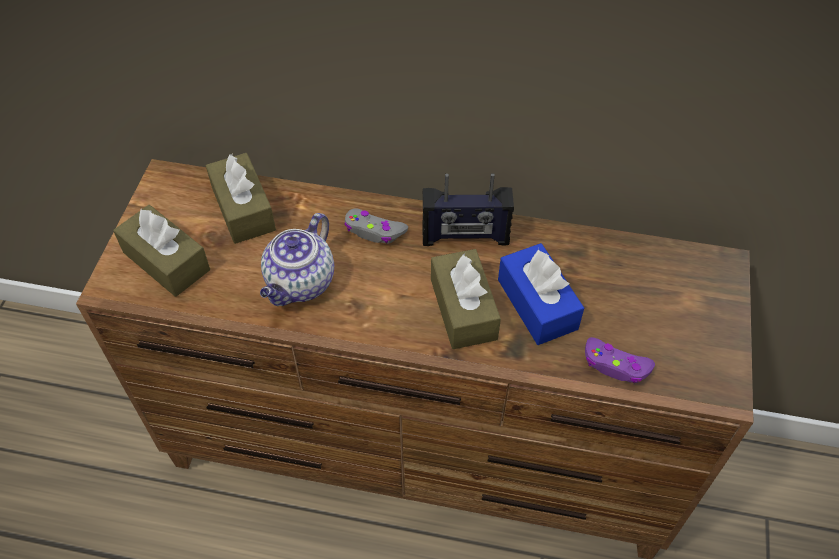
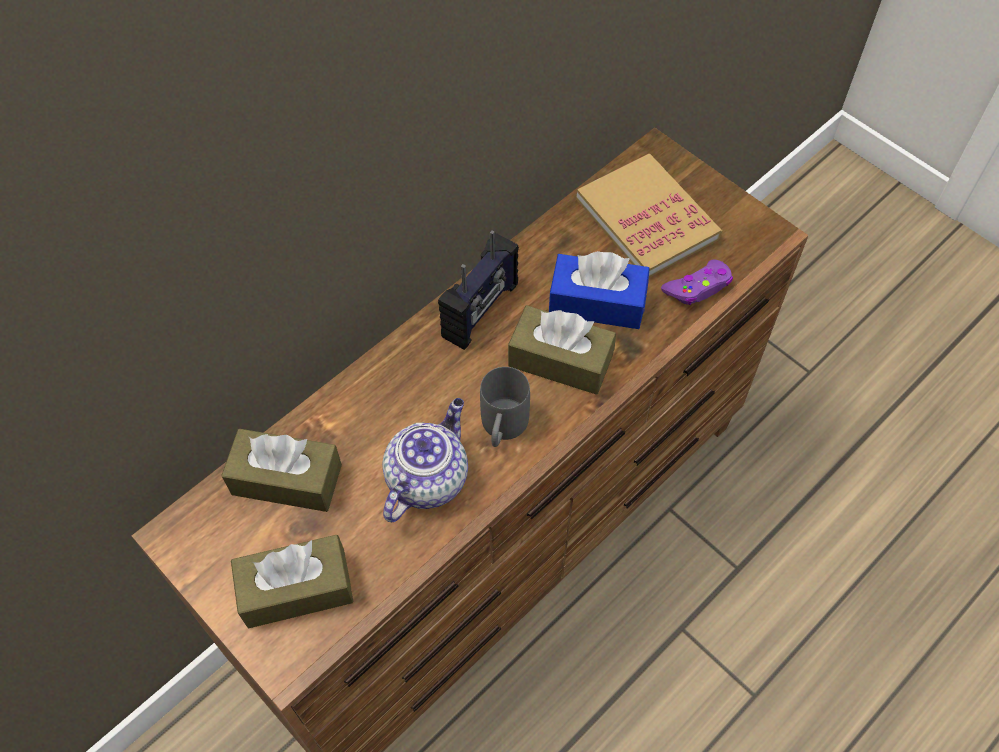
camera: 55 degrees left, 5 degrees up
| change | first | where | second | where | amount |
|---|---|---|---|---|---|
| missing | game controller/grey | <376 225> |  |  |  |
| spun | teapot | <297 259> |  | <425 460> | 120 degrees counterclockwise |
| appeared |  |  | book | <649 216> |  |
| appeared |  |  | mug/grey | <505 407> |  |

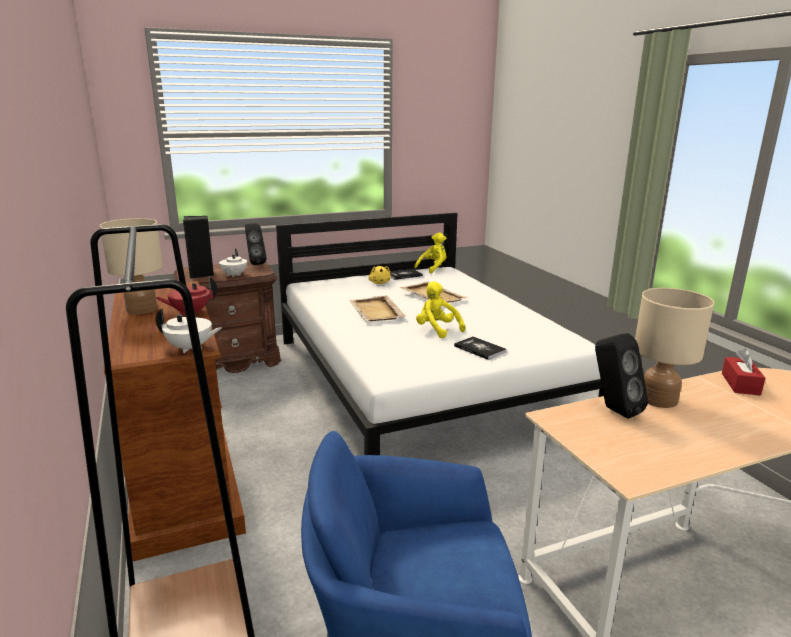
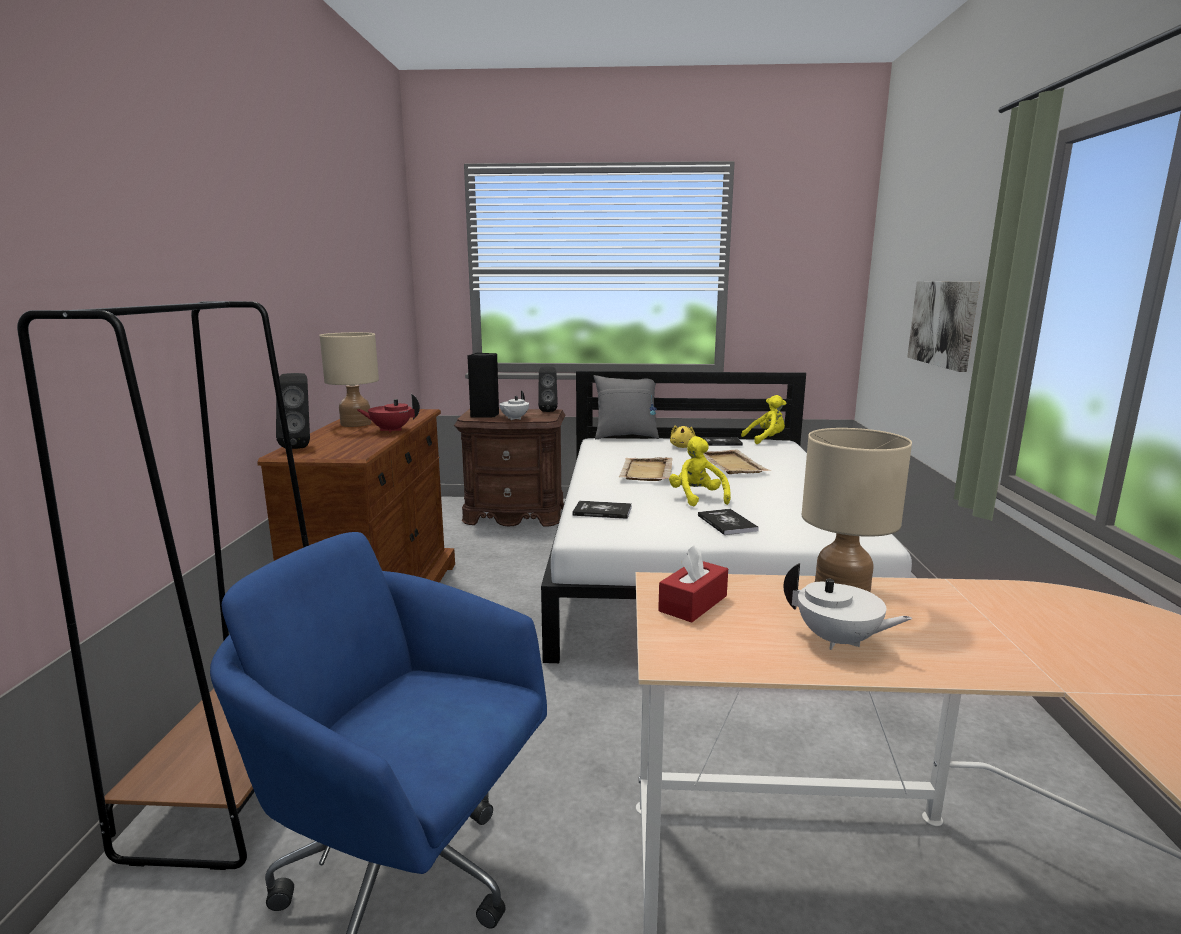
camera: 25 degrees right, 5 degrees down
| change | first | where | second | where | amount |
|---|---|---|---|---|---|
| relocated | teapot/white | <189 330> |  | <848 606> |  |
| relocated | speaker/black | <621 376> |  | <293 411> |  |
| relocated | tissue box/red | <743 372> |  | <693 584> |  |
| appeared |  |  | picture | <943 326> |  |
| appeared |  |  | pillow/grey | <626 407> |  |
| appeared |  |  | book | <602 510> |  |

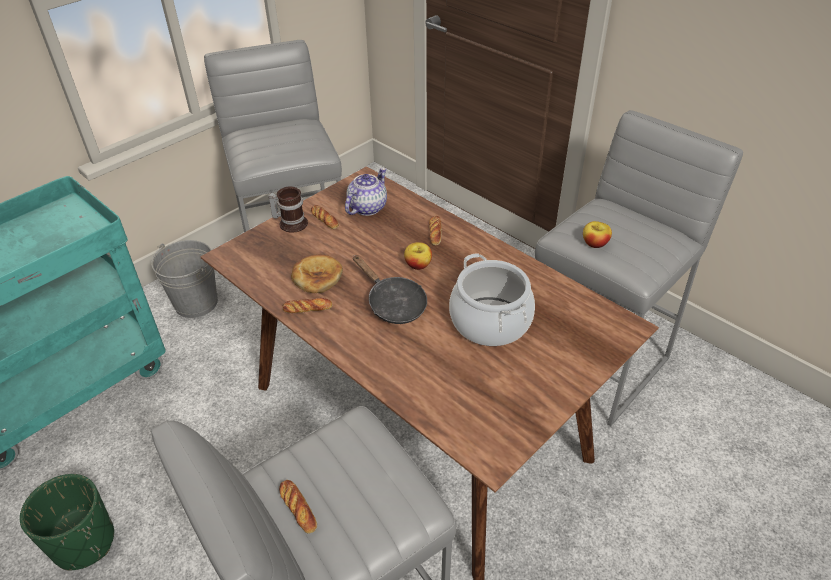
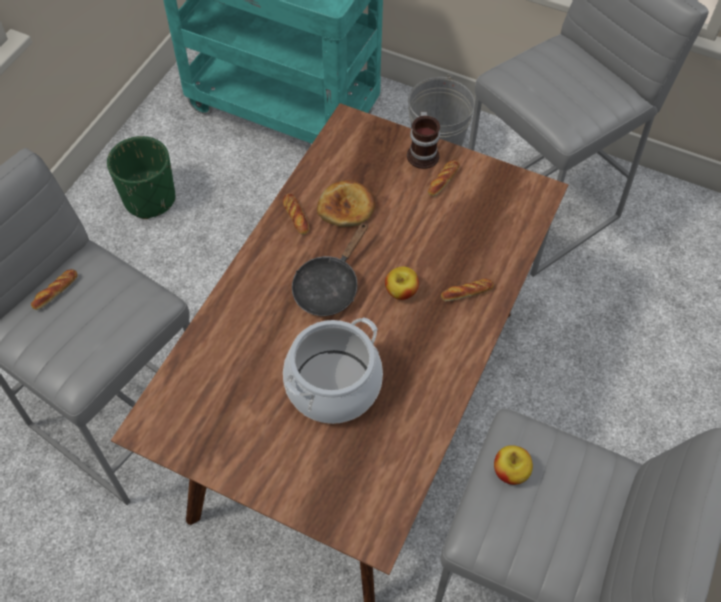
camera: 70 degrees right, 15 degrees up
| change | first | where | second | where | amount |
|---|---|---|---|---|---|
| missing | teapot | <366 192> |  |  |  |

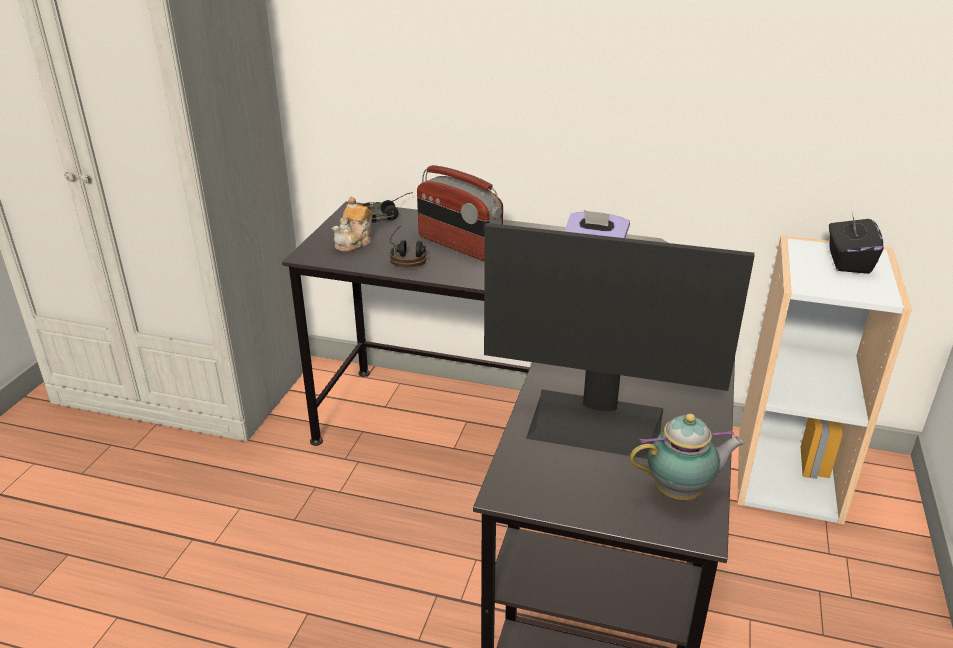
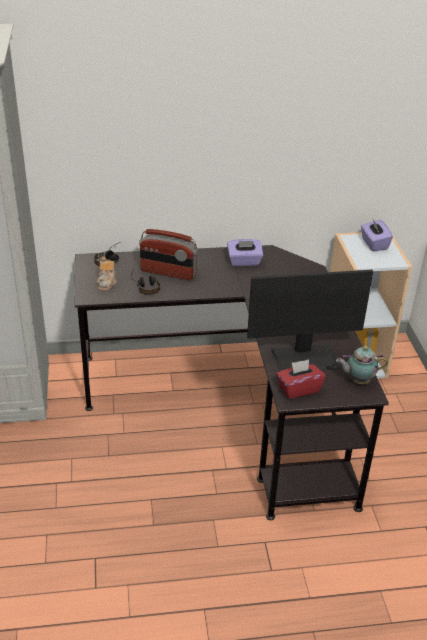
camera: 25 degrees left, 5 degrees up
| change | first | where | second | where | amount |
|---|---|---|---|---|---|
| colour | tissue box/black | <856 243> | tissue box/purple | <377 235> |  |
| spun | teapot | <687 457> |  | <362 365> | 150 degrees counterclockwise |
| appeared |  |  | tissue box/red | <301 379> |  |

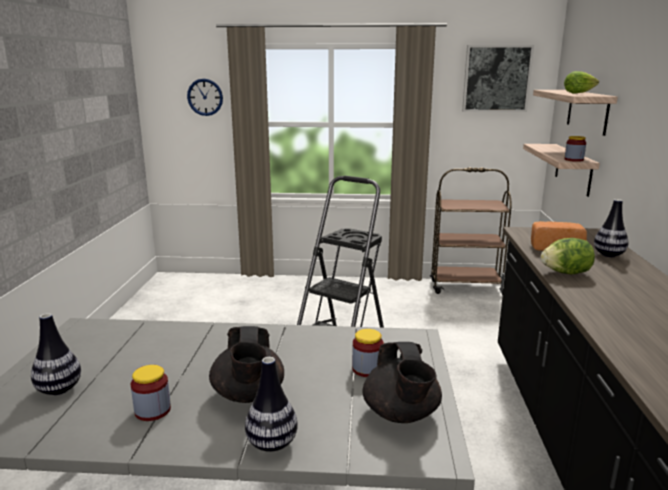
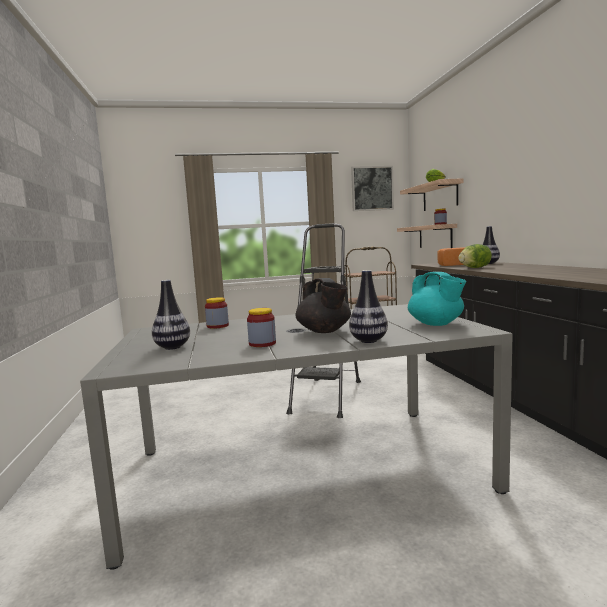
camera: 15 degrees left, 10 degrees down
| change | first | where | second | where | amount |
|---|---|---|---|---|---|
| missing | wall clock | <205 97> |  |  |  |
| relocated | jar | <368 353> |  | <217 313> |  |
| colour | teapot/black | <402 382> | teapot/turquoise | <437 299> |  |

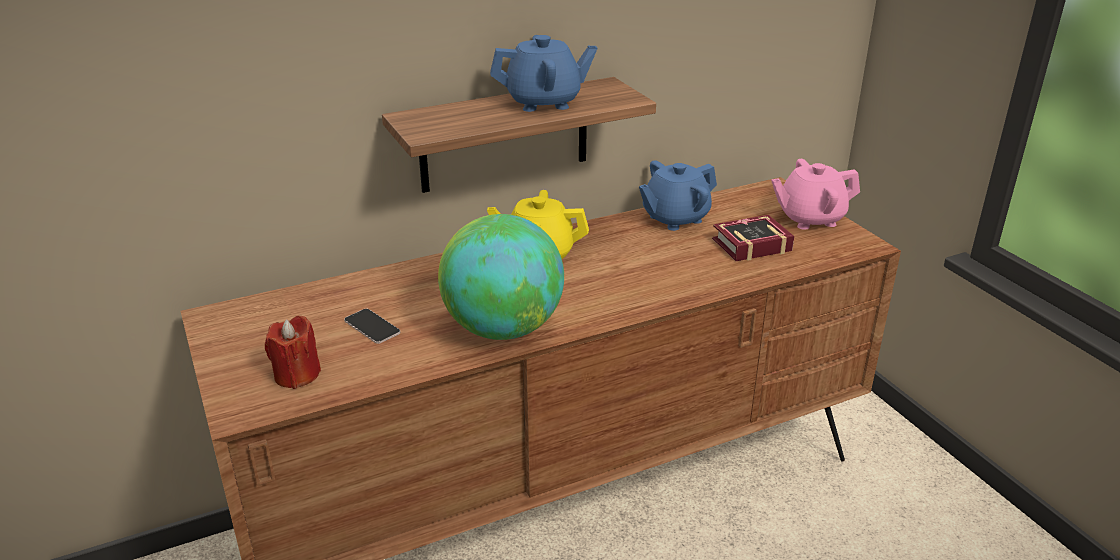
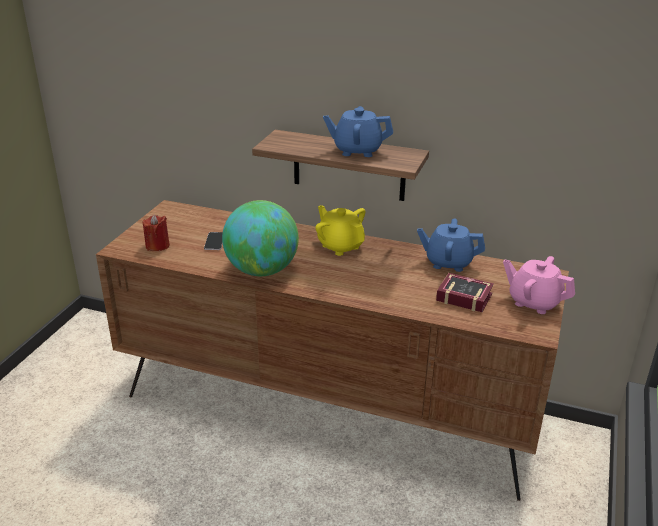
camera: 45 degrees right, 0 degrees up
| change | first | where | second | where | amount |
|---|---|---|---|---|---|
| spun | teapot/blue | <543 73> |  | <358 131> | 150 degrees clockwise |

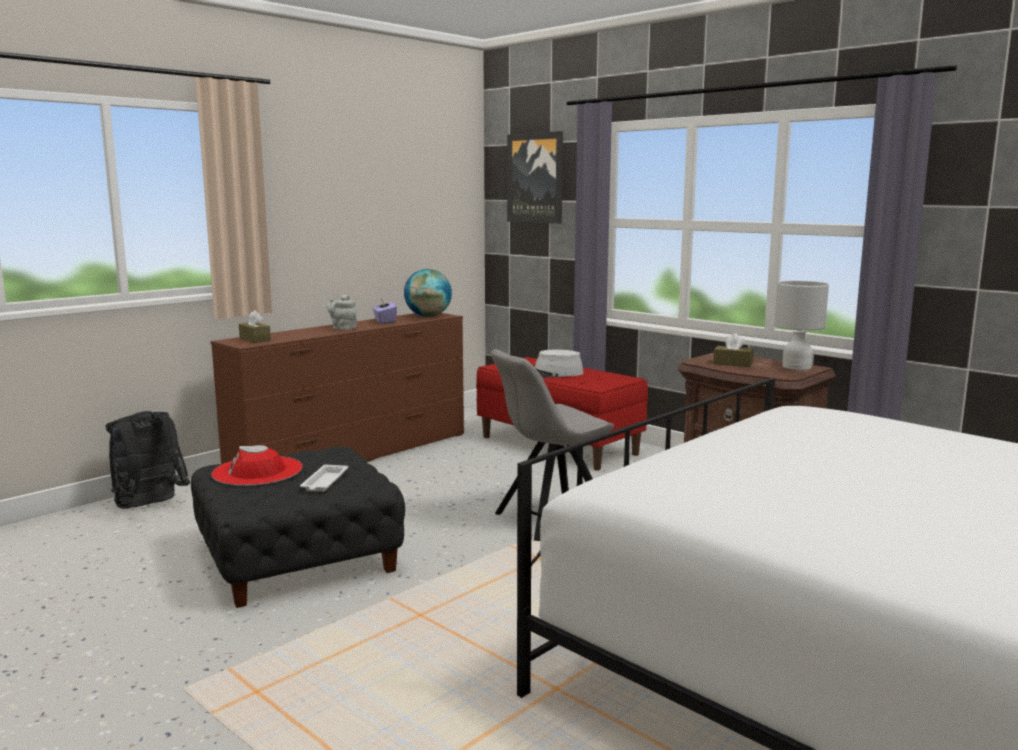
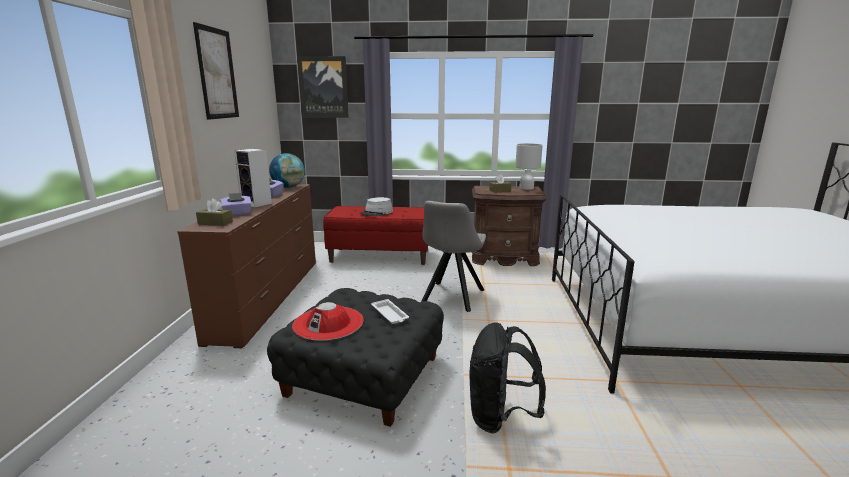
camera: 40 degrees left, 5 degrees up
| change | first | where | second | where | amount |
|---|---|---|---|---|---|
| exchanged | teapot/grey | <341 312> | speaker | <253 178> |  |
| relocated | backpack/black | <148 459> |  | <508 378> |  |
| appeared |  |  | picture | <216 71> |  |
| appeared |  |  | tissue box/purple | <236 204> |  |

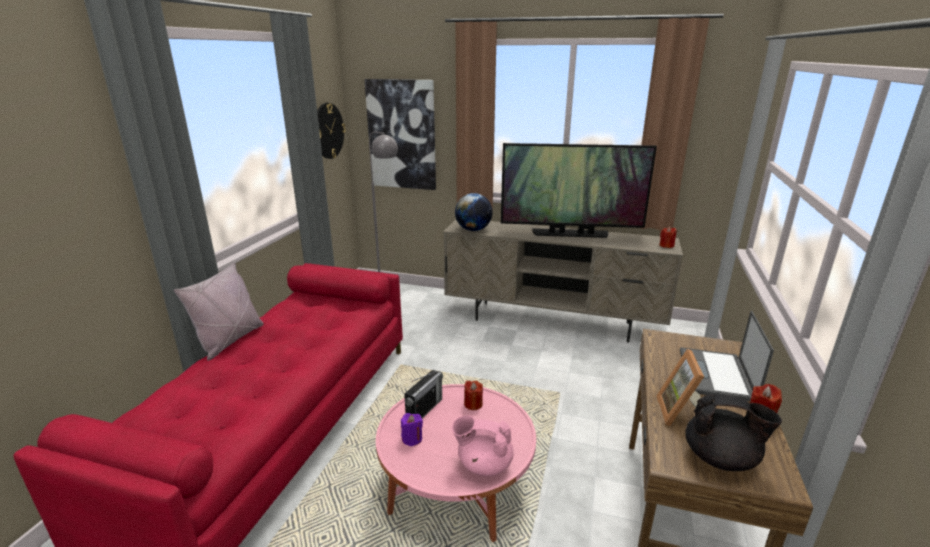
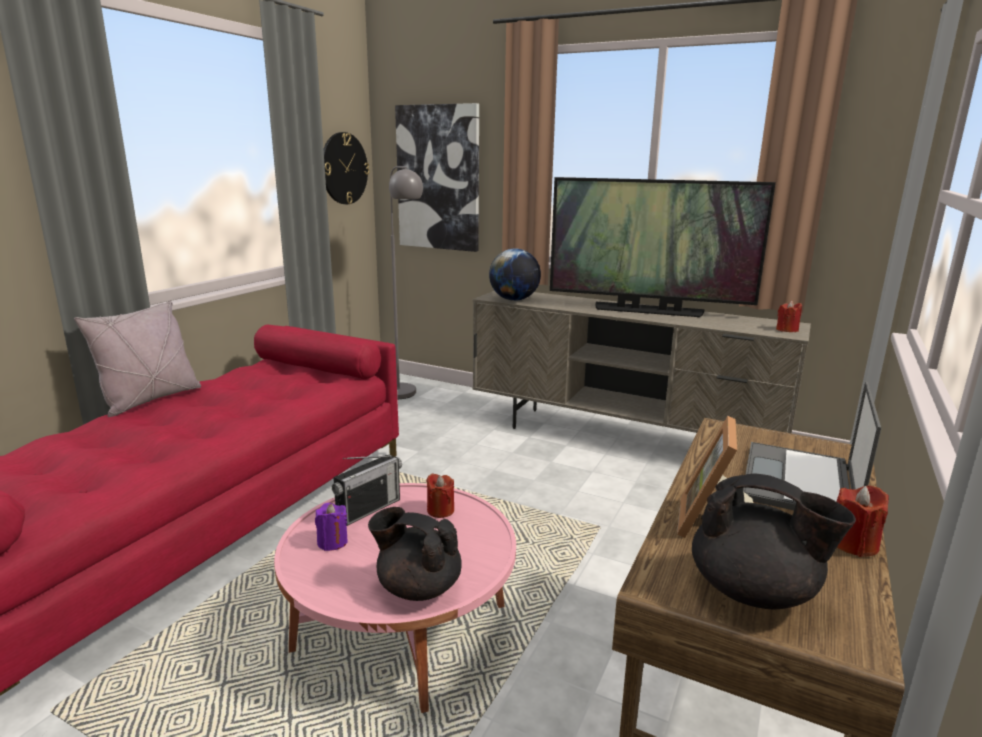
camera: 10 degrees right, 5 degrees down
| change | first | where | second | where | amount |
|---|---|---|---|---|---|
| colour | teapot/pink | <483 446> | teapot/black | <415 554> |  |

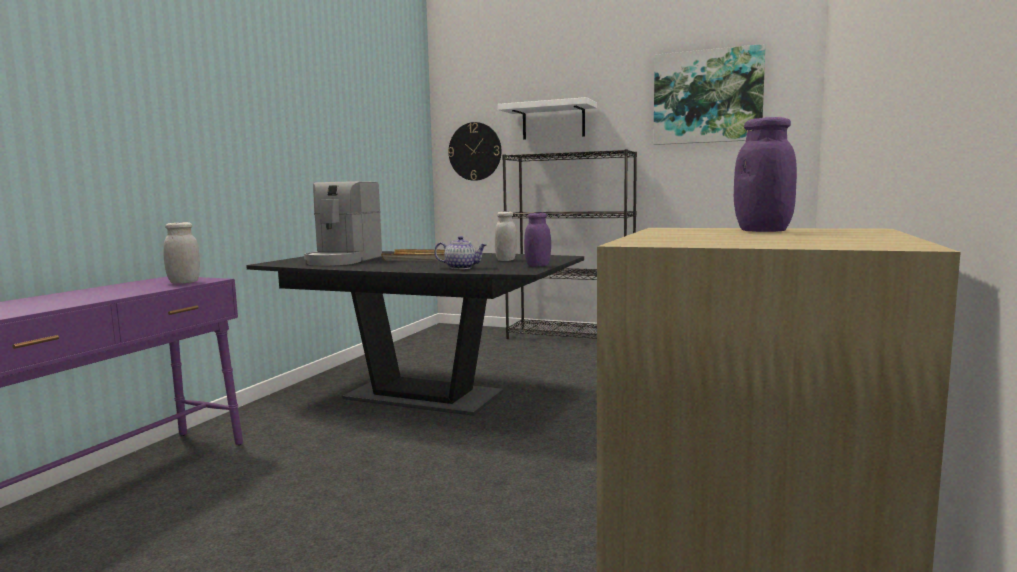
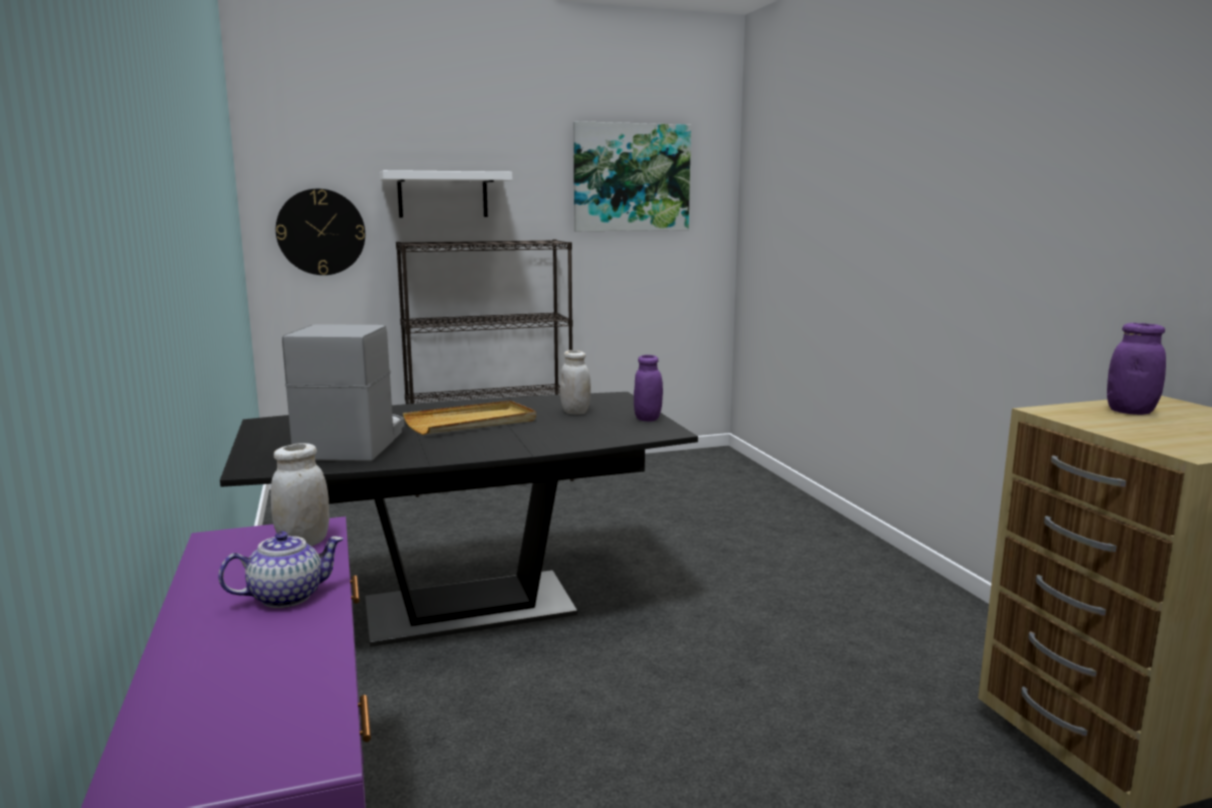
camera: 40 degrees left, 5 degrees up
| change | first | where | second | where | amount |
|---|---|---|---|---|---|
| spun | coffee machine | <343 223> |  | <343 393> | 150 degrees counterclockwise |
| relocated | teapot | <460 252> |  | <280 569> |  |

